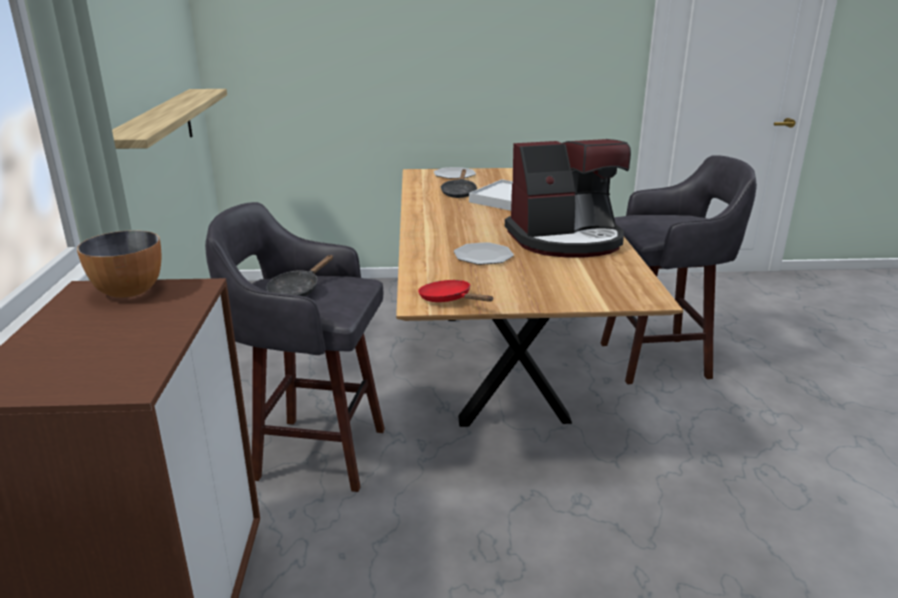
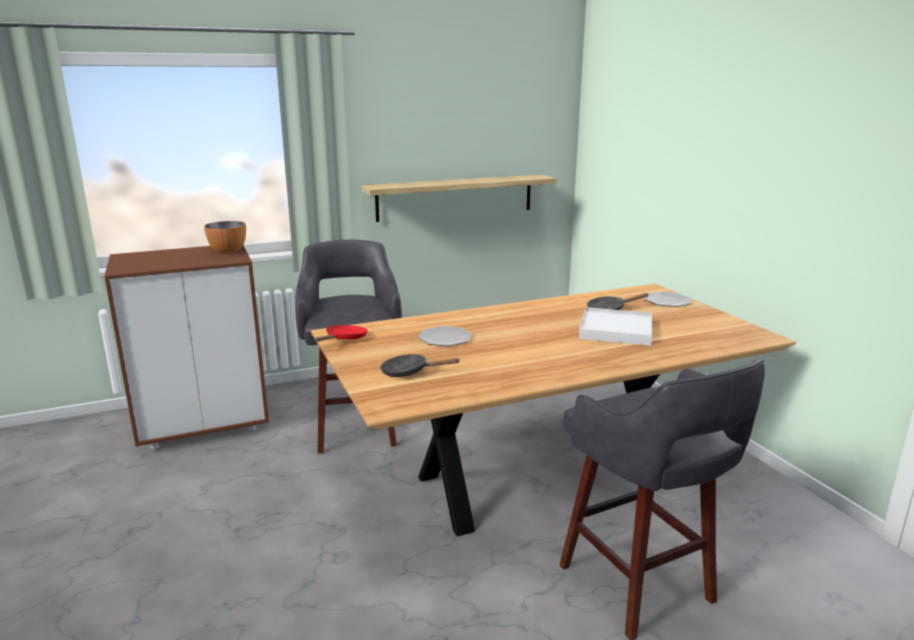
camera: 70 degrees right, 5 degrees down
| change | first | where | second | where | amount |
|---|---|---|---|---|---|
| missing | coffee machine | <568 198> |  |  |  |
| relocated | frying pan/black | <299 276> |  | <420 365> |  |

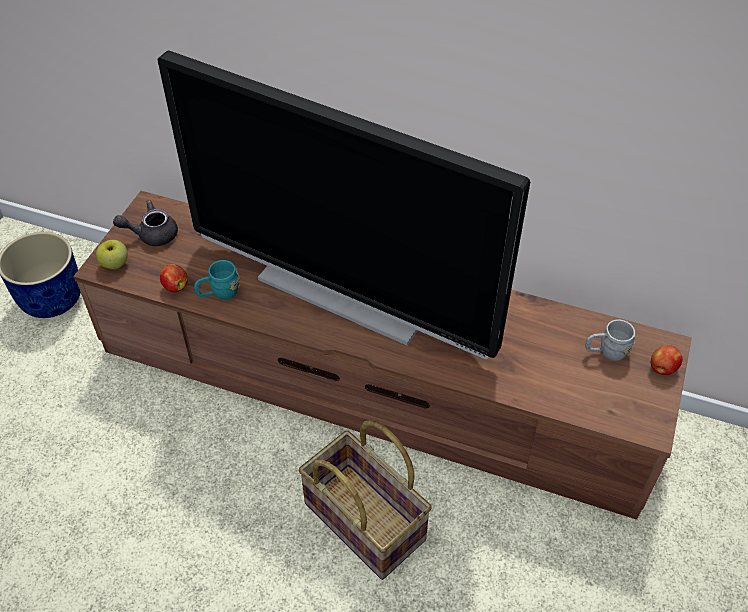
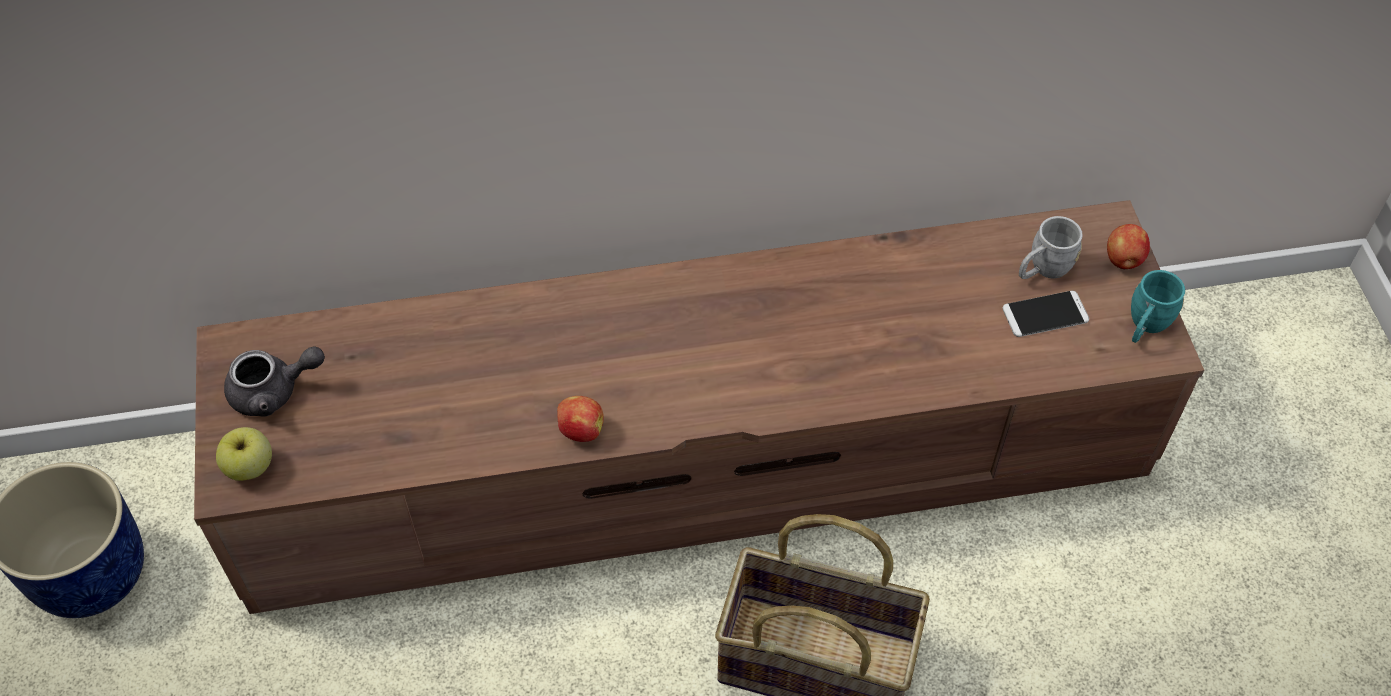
camera: 30 degrees left, 5 degrees up
| change | first | where | second | where | amount |
|---|---|---|---|---|---|
| missing | television | <343 205> |  |  |  |
| spun | teapot/grey | <145 223> |  | <274 381> | 150 degrees counterclockwise |
| relocated | mug/turquoise | <217 280> |  | <1158 306> |  |
| relocated | apple | <174 278> |  | <580 419> |  |
| appeared |  |  | phone | <1046 314> |  |

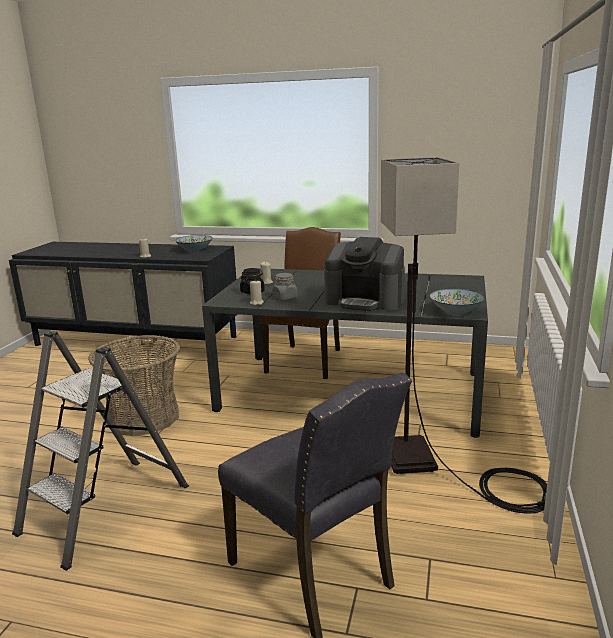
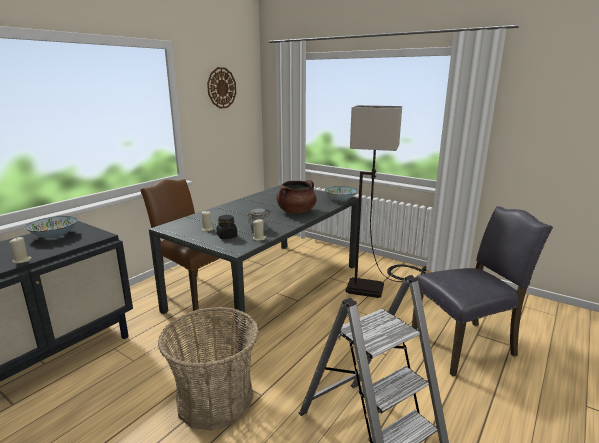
camera: 70 degrees left, 0 degrees up
| change | first | where | second | where | amount |
|---|---|---|---|---|---|
| exchanged | coffee machine | <364 274> | cooking pot/brown | <297 197> |  |
| appeared |  |  | wall clock | <221 88> |  |

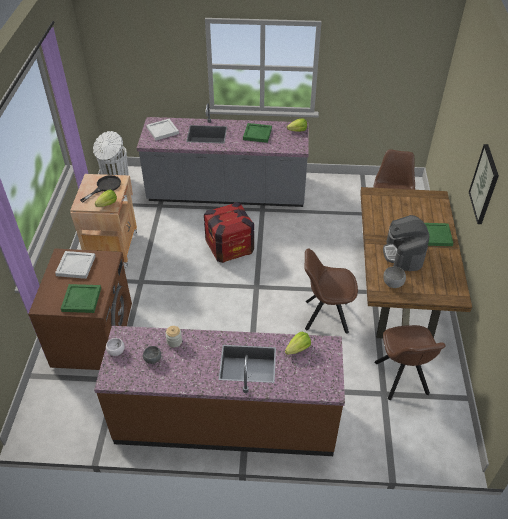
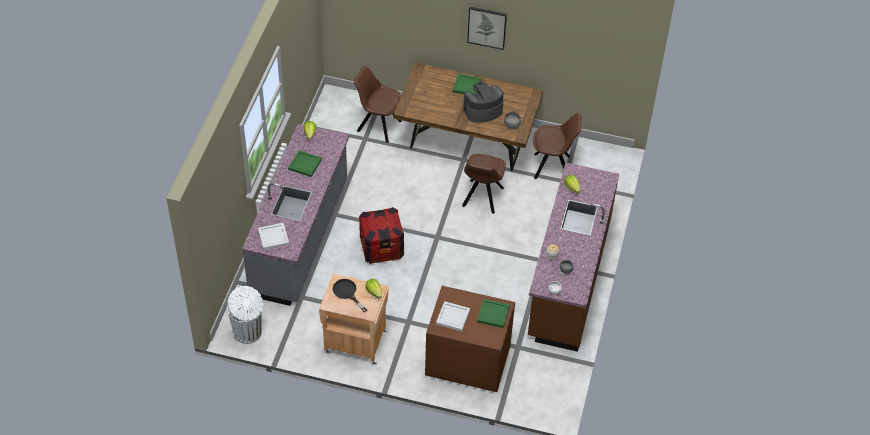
camera: 80 degrees left, 5 degrees up
| change | first | where | second | where | amount |
|---|---|---|---|---|---|
| spun | coffee machine | <406 243> |  | <483 102> | 150 degrees clockwise |

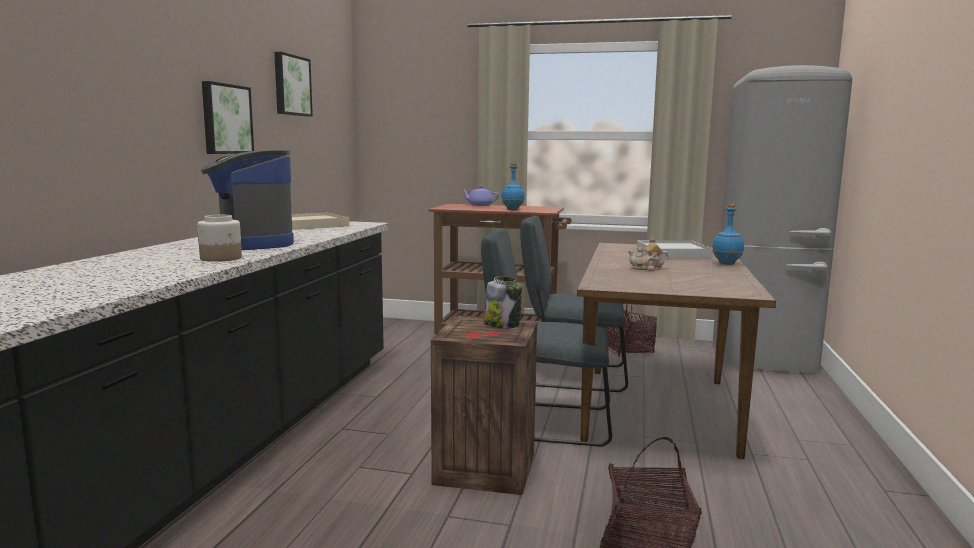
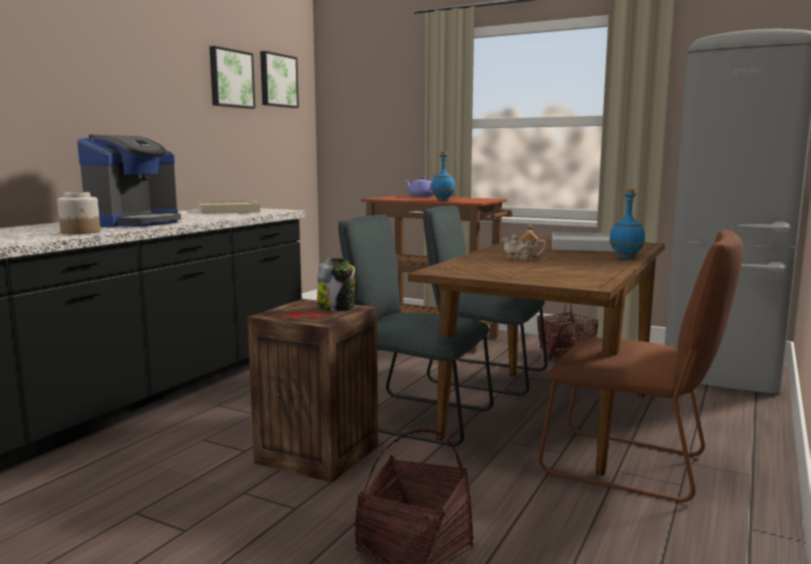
camera: 15 degrees right, 0 degrees up
| change | first | where | second | where | amount |
|---|---|---|---|---|---|
| relocated | picture | <228 117> |  | <279 79> |  |
| spun | coffee machine | <246 200> |  | <129 181> | 135 degrees counterclockwise |
| appeared |  |  | chair/brown | <640 366> |  |

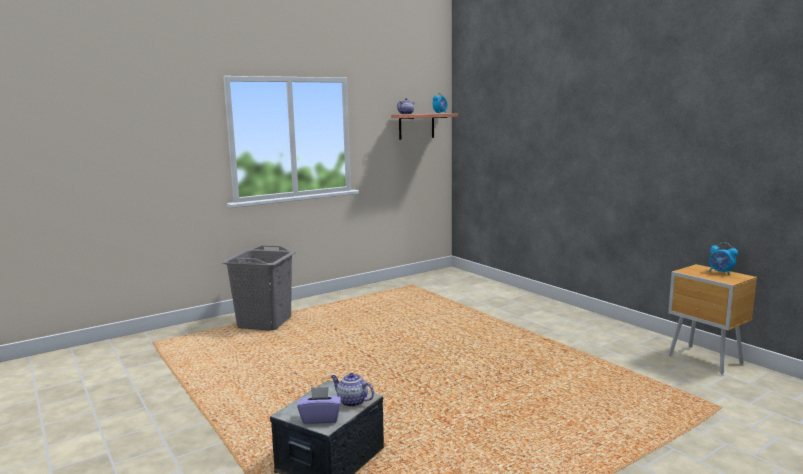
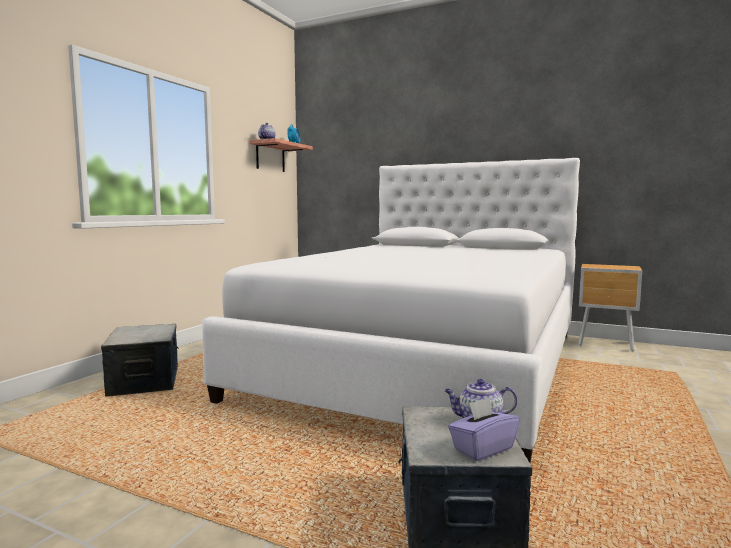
camera: 30 degrees left, 5 degrees down
| change | first | where | second | where | amount |
|---|---|---|---|---|---|
| missing | alarm clock | <723 258> |  |  |  |
| exchanged | laundry basket/grey | <259 288> | storage box | <139 360> |  |
| appeared |  |  | bed/white | <391 310> |  |

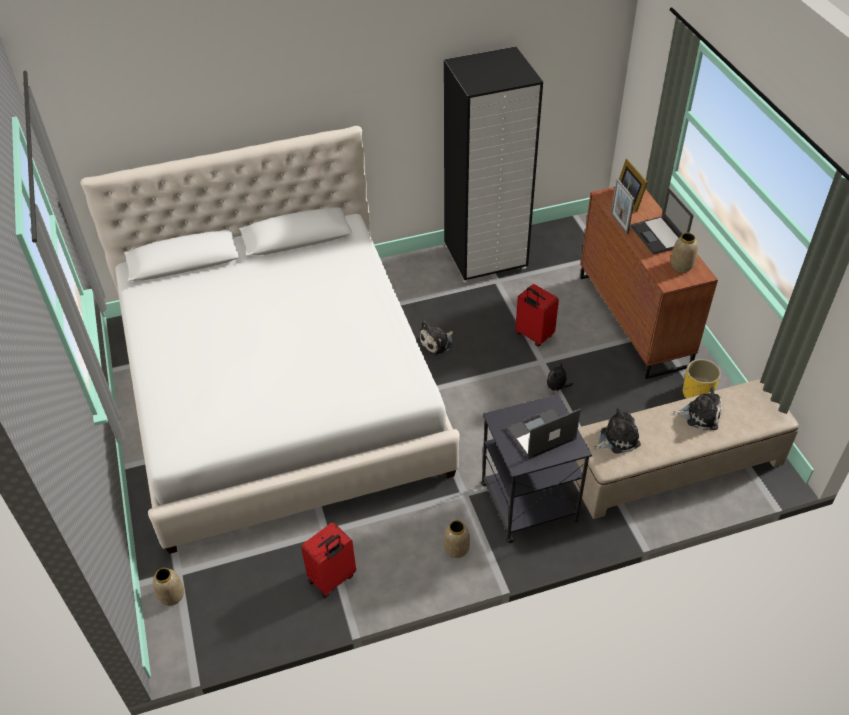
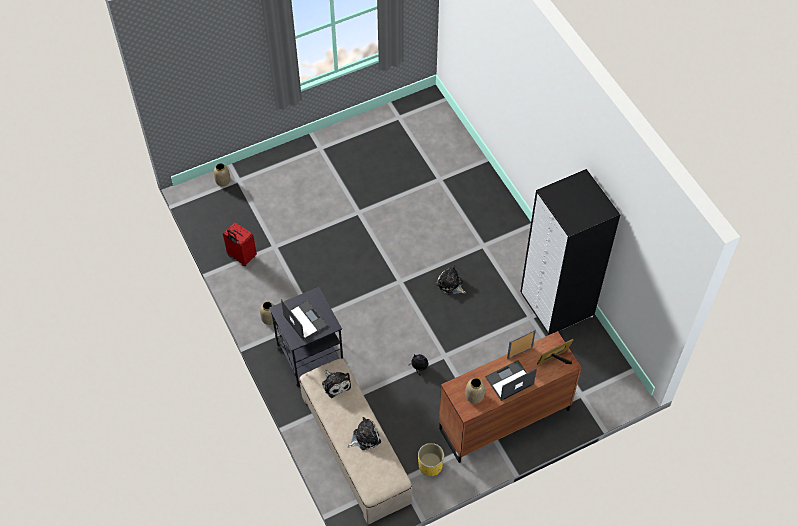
camera: 80 degrees right, 10 degrees up
| change | first | where | second | where | amount |
|---|---|---|---|---|---|
| missing | bed/white | <270 340> |  |  |  |
| missing | suitcase/red | <537 315> |  |  |  |
| spun | plush toy | <697 408> |  | <364 433> | 120 degrees counterclockwise |

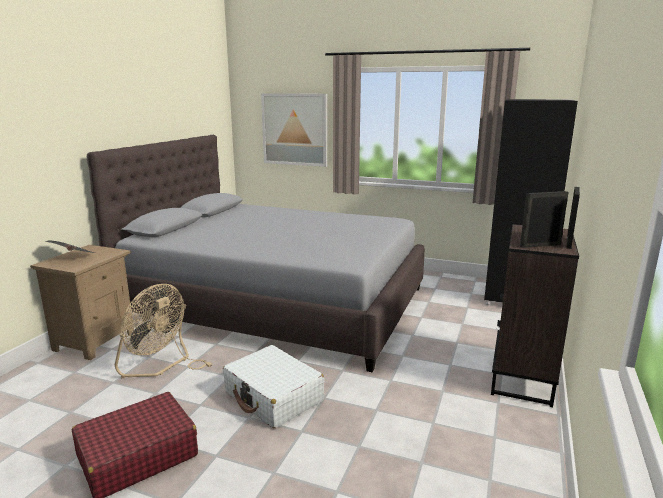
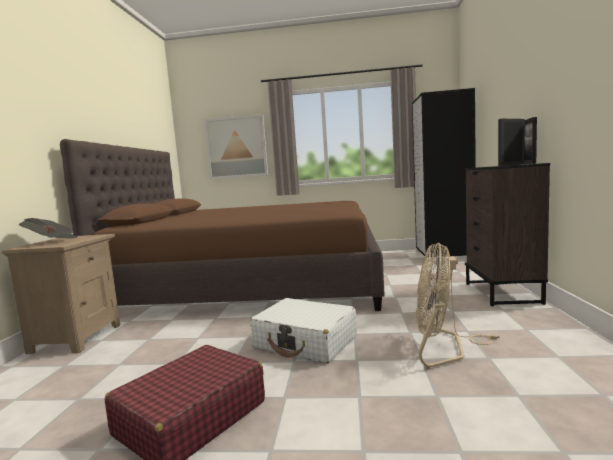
camera: 15 degrees left, 10 degrees down
| change | first | where | second | where | amount |
|---|---|---|---|---|---|
| colour | bed/grey | <256 253> | bed/brown | <222 225> |  |
| relocated | fan/beige | <163 331> |  | <458 306> |  |

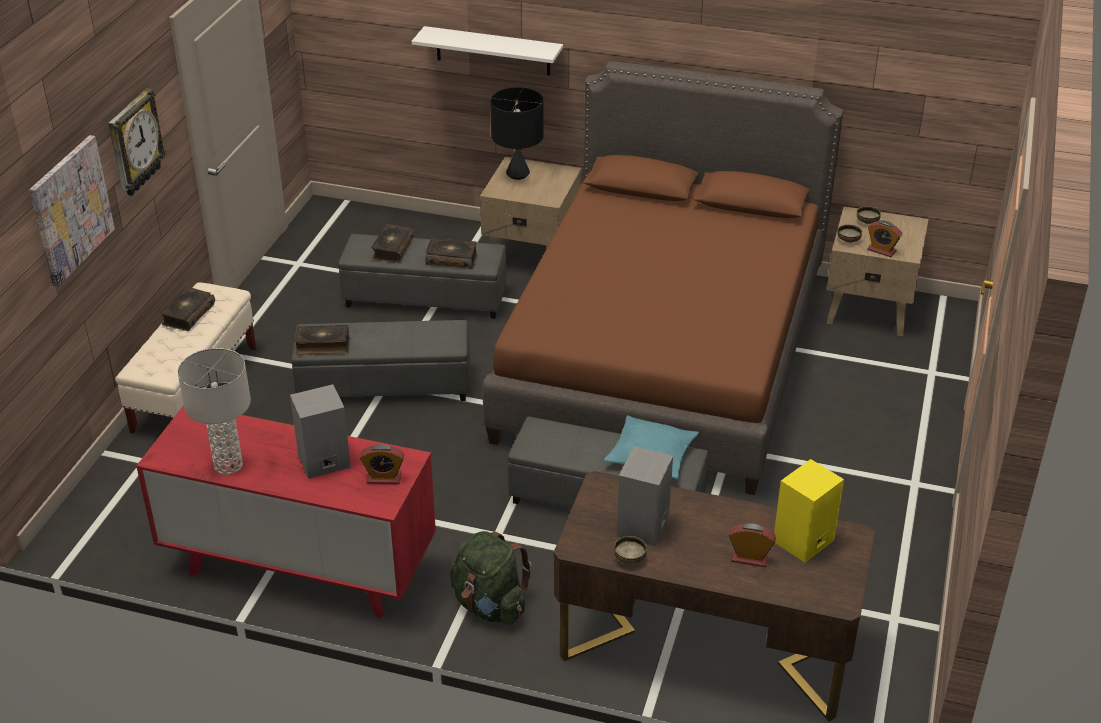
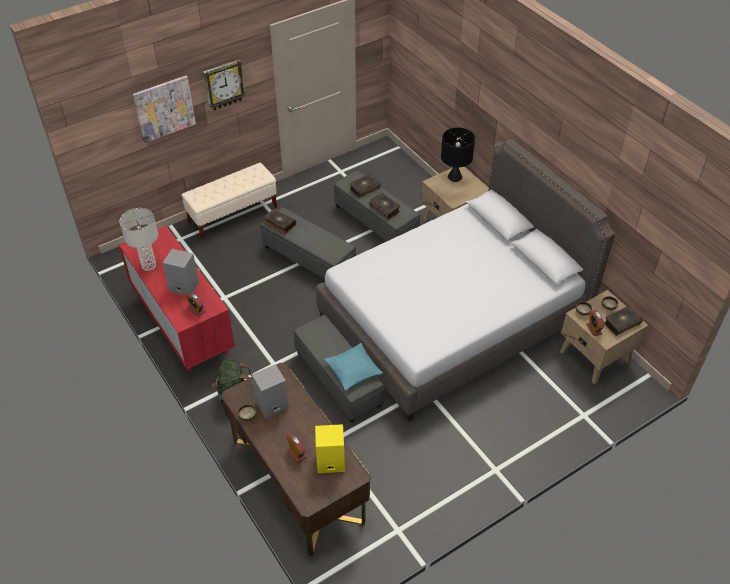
camera: 40 degrees right, 10 degrees up
| change | first | where | second | where | amount |
|---|---|---|---|---|---|
| missing | shelf/white | <487 50> |  |  |  |
| colour | bed/brown | <663 278> | bed/grey | <465 280> |  |
| relocated | book | <187 308> |  | <623 321> |  |

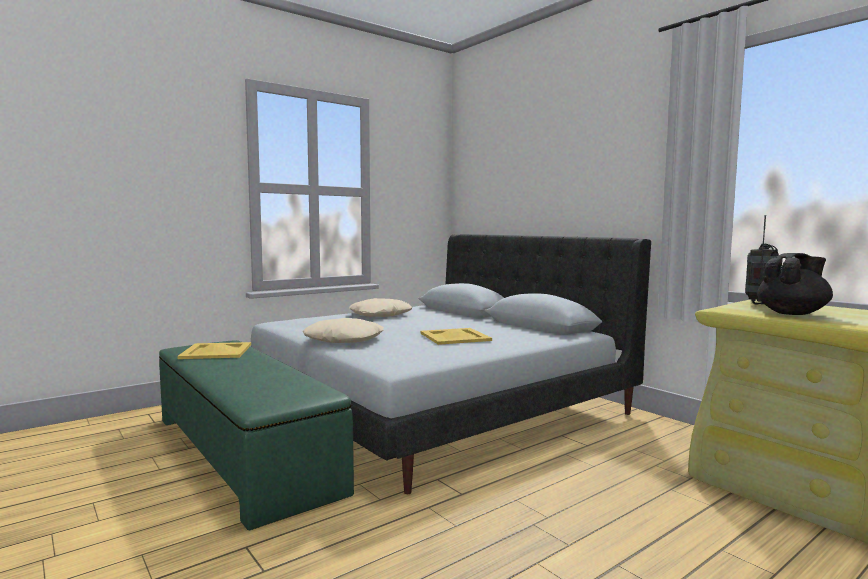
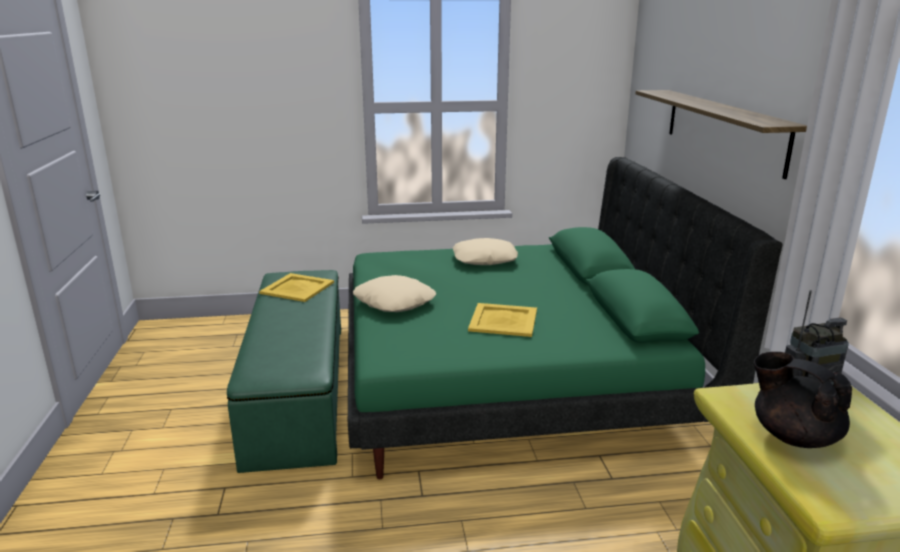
camera: 30 degrees right, 15 degrees up
| change | first | where | second | where | amount |
|---|---|---|---|---|---|
| colour | bed/grey | <451 364> | bed/green | <565 318> |  |
| spun | teapot/black | <795 284> |  | <803 400> | 135 degrees counterclockwise |
| appeared |  |  | shelf | <721 134> |  |

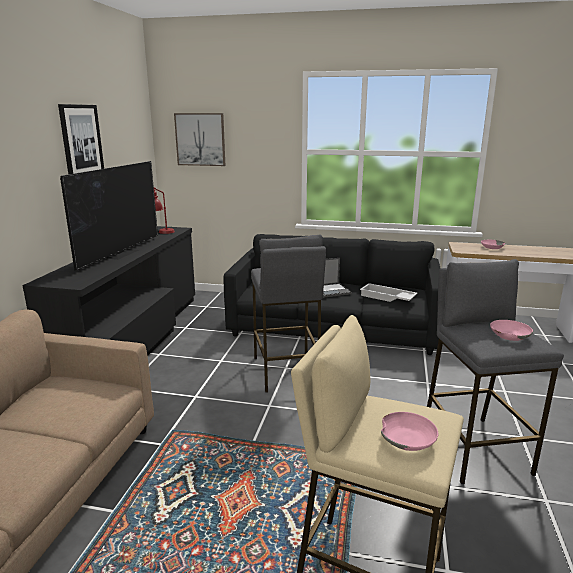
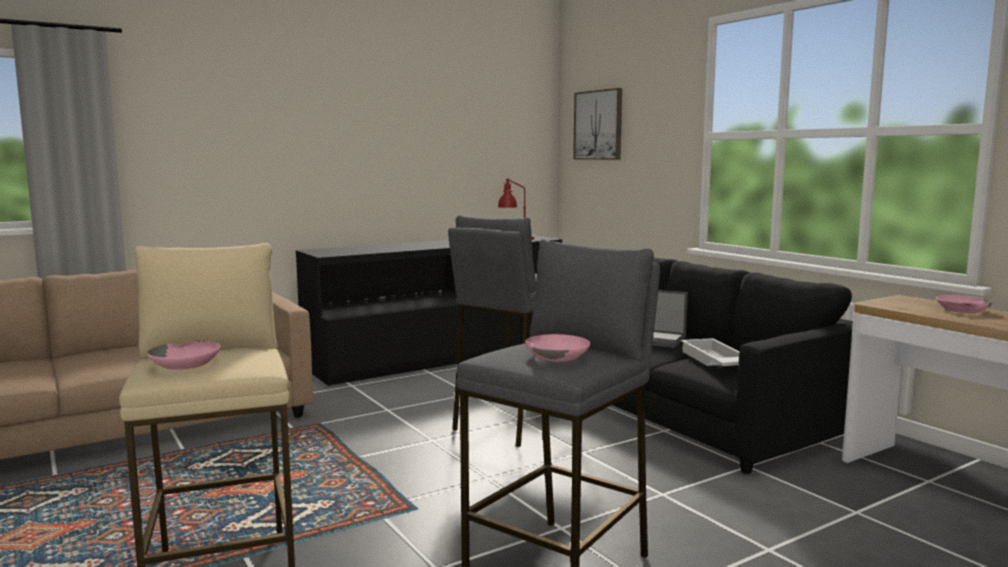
camera: 45 degrees right, 10 degrees down
| change | first | where | second | where | amount |
|---|---|---|---|---|---|
| missing | picture | <81 139> |  |  |  |
| missing | television | <109 216> |  |  |  |

